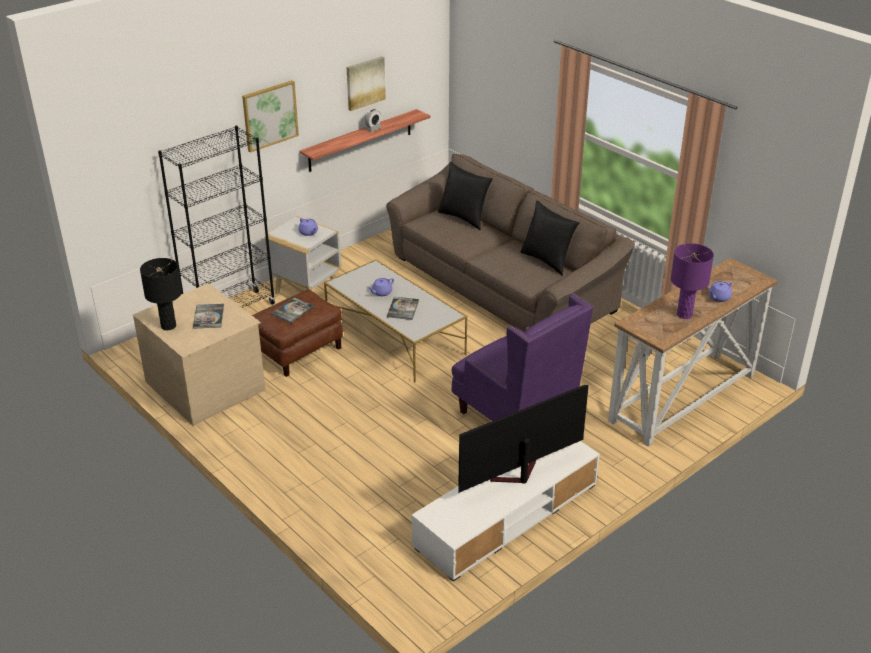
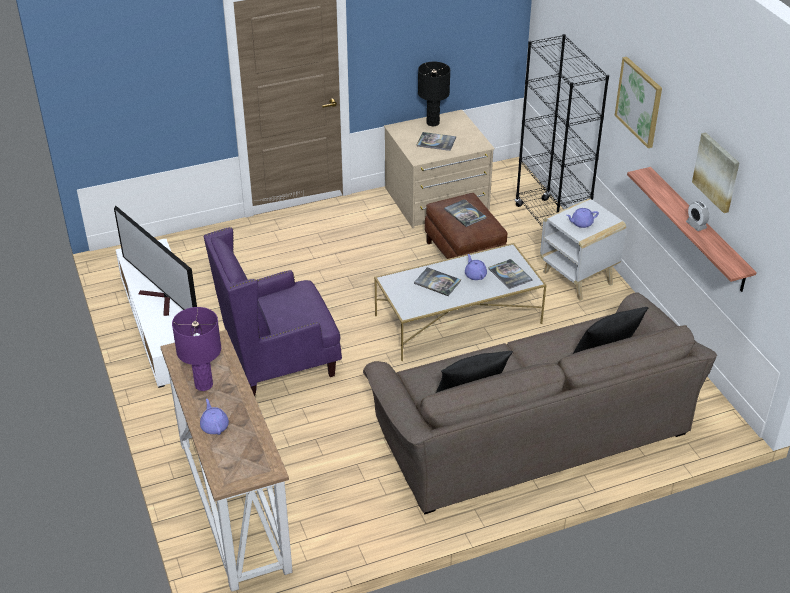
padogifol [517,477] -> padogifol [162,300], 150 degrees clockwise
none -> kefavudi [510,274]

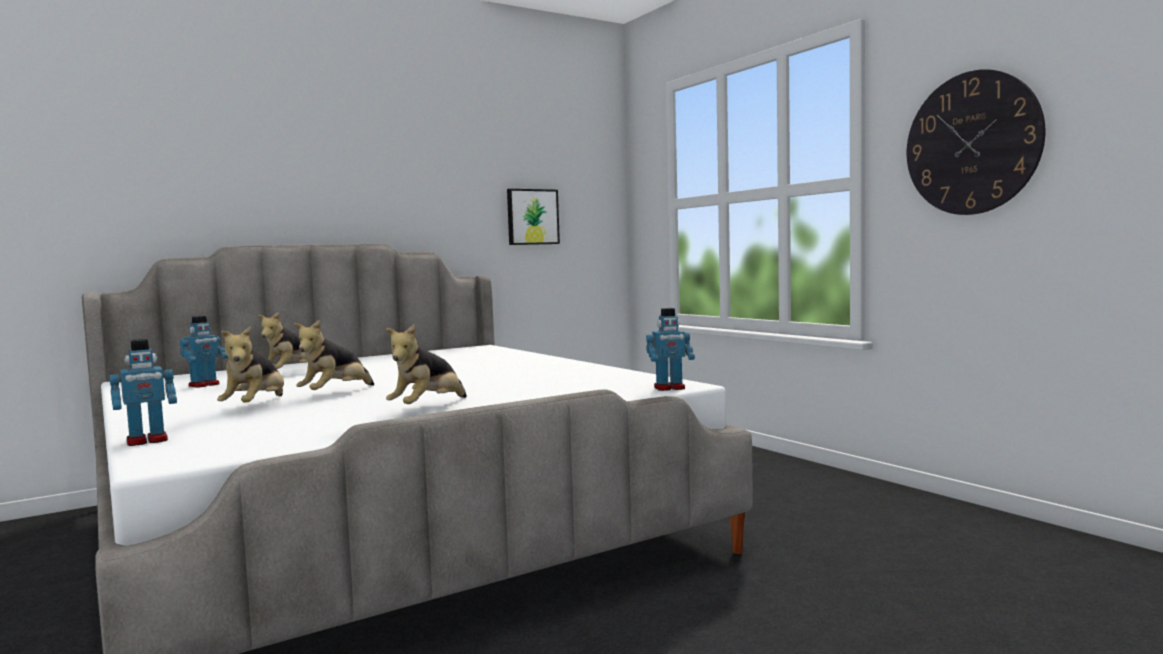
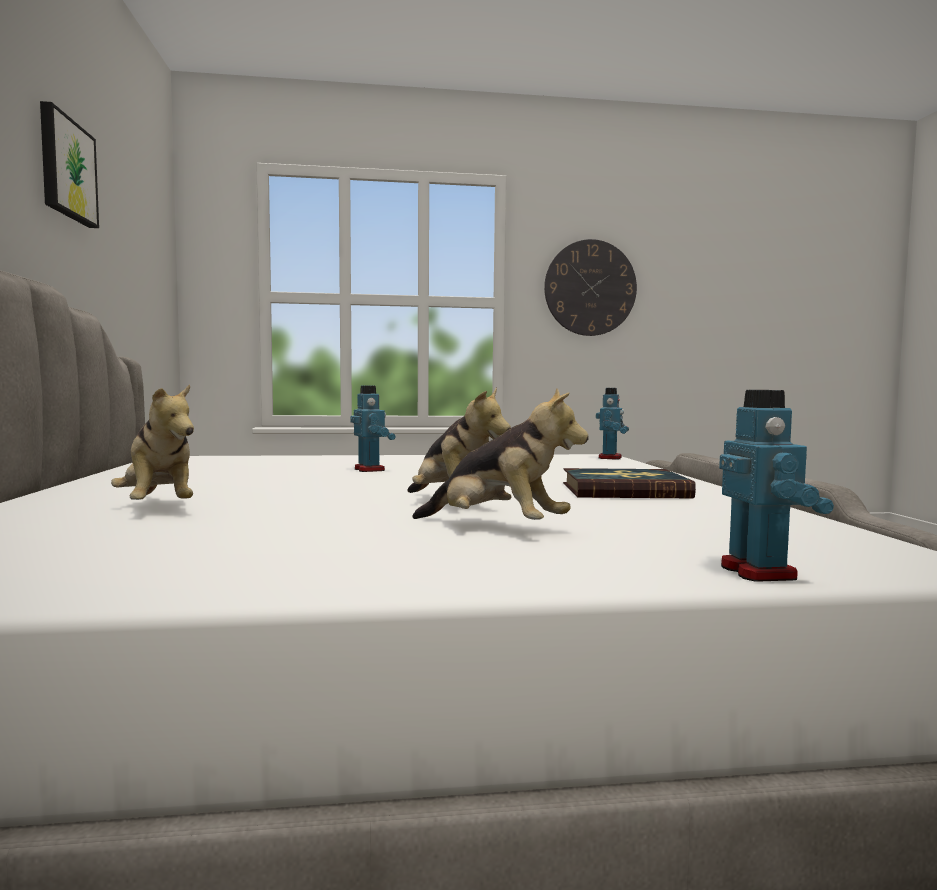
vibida [532,217] -> vibida [66,169], shifted
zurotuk [204,385] -> zurotuk [370,469], shifted
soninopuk [428,408] -> kefavudi [624,490]

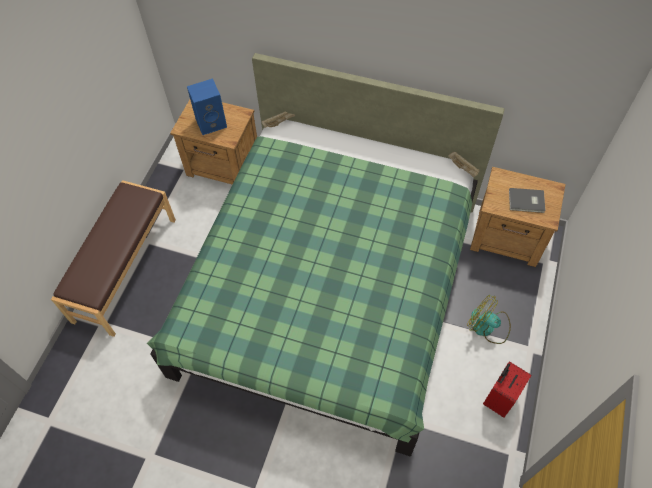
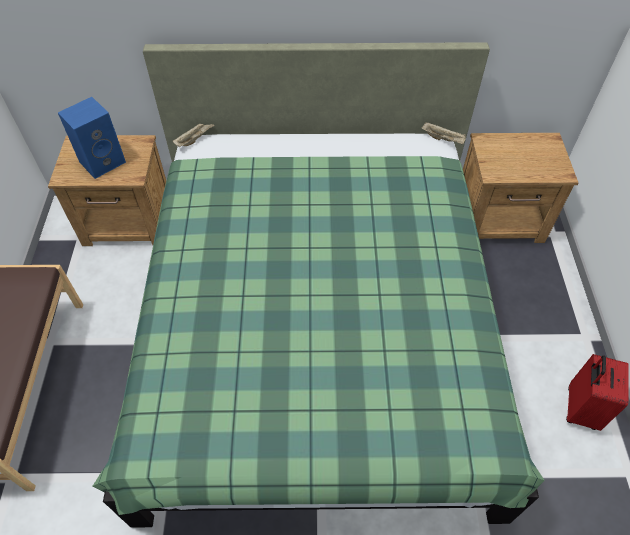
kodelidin [488,327] -> none
grey_kefavudi [527,202] -> none

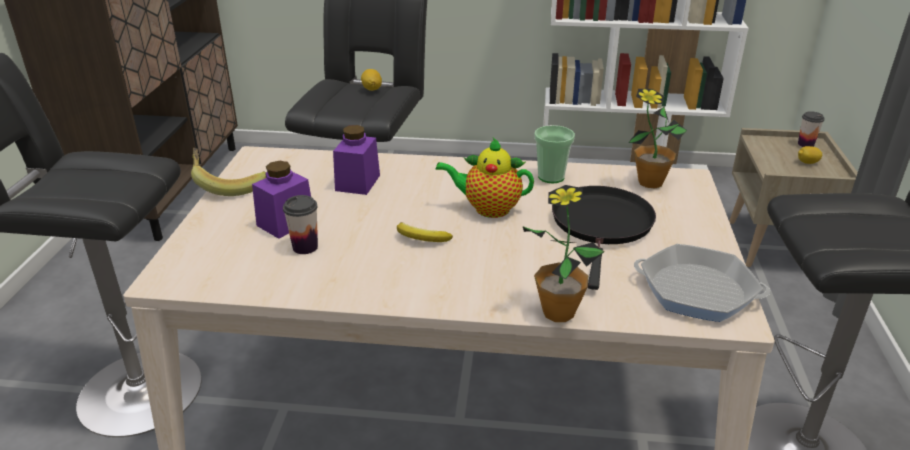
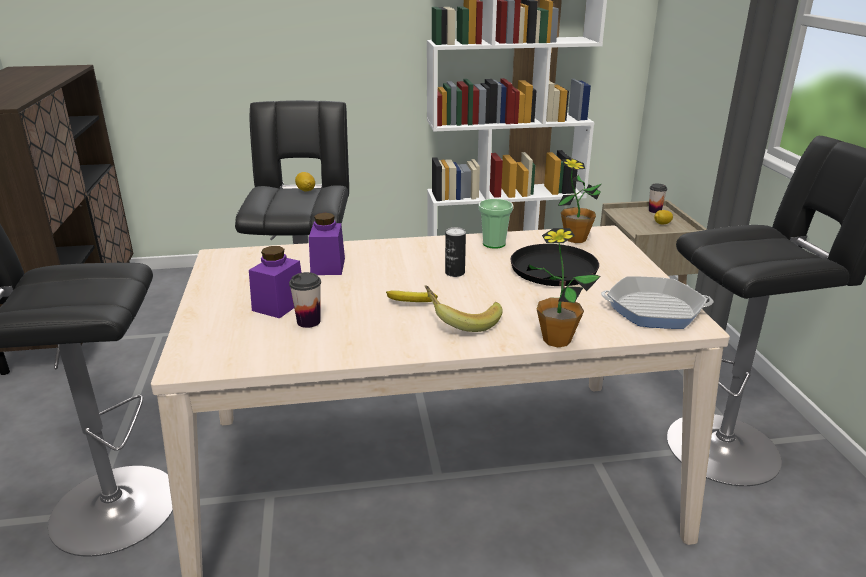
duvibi [228,185] -> duvibi [462,321], shifted
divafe [488,209] -> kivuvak [455,273]

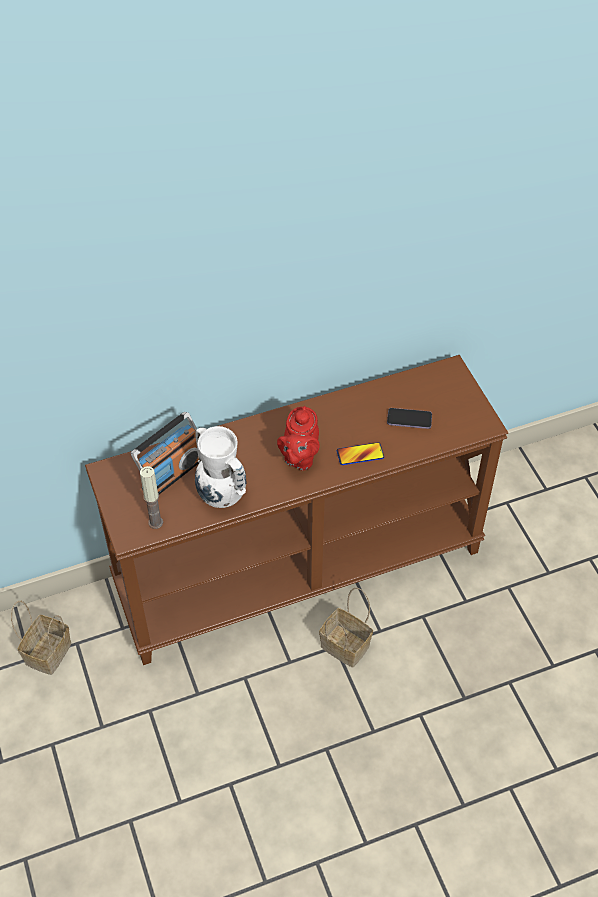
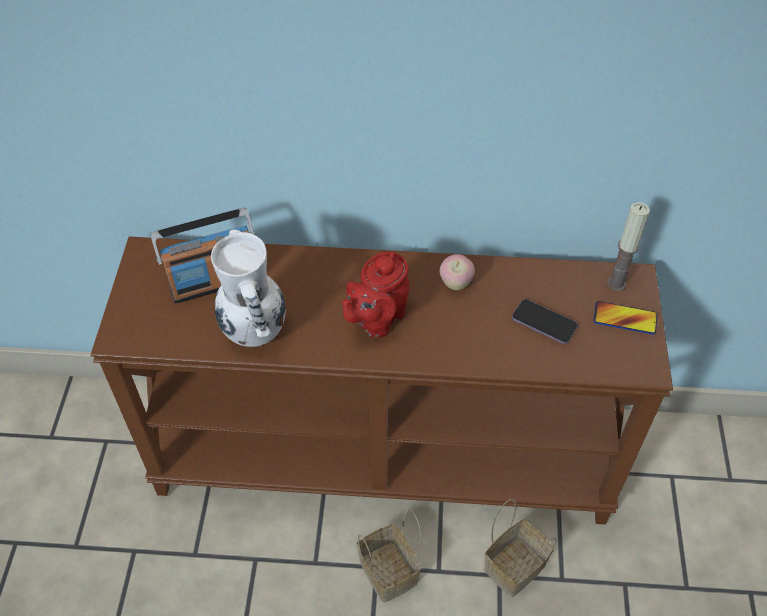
none -> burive [455,283]
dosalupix [48,651] -> dosalupix [515,564], shifted
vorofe [360,454] -> vorofe [625,319], shifted
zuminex [155,522] -> zuminex [616,283], shifted

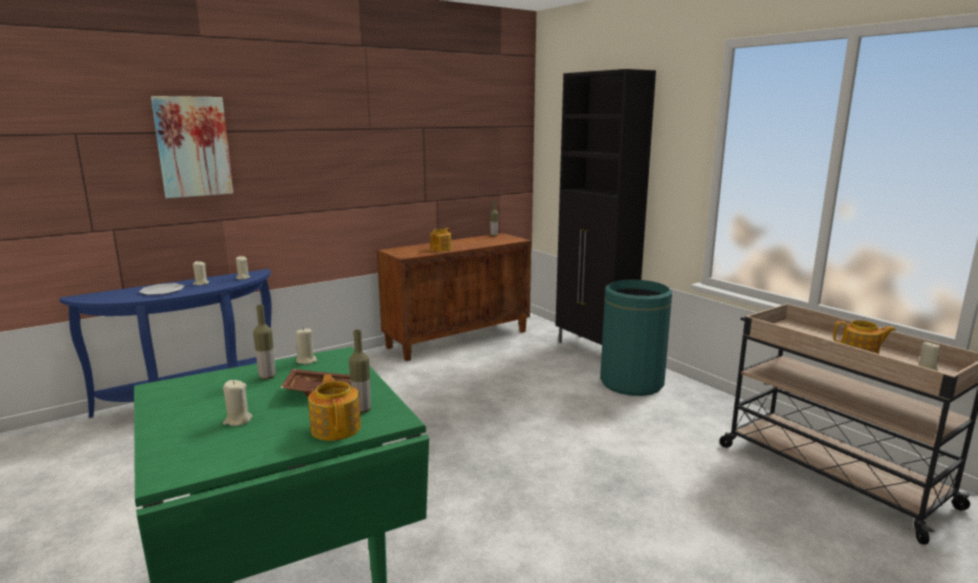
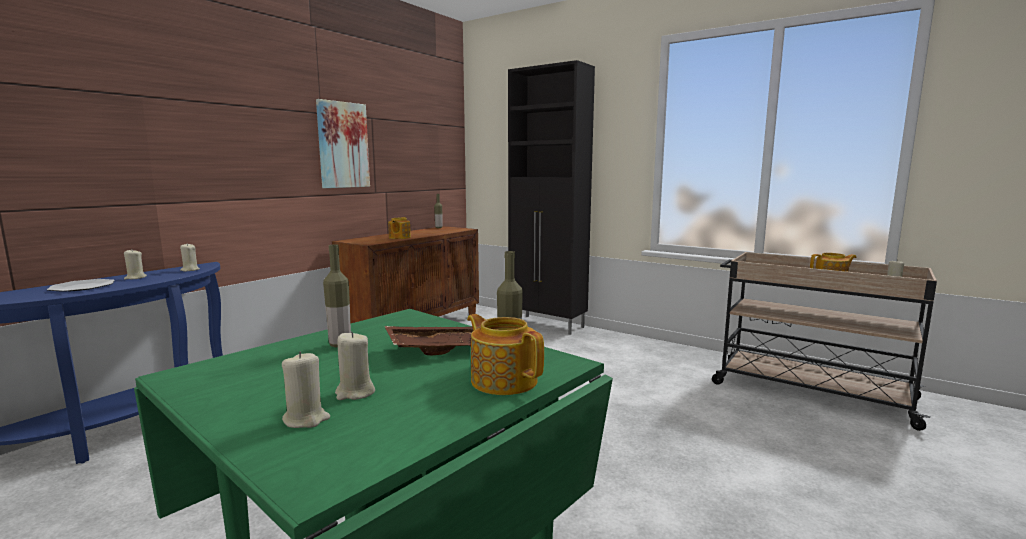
beige_zuminex [306,360] -> beige_zuminex [306,419], shifted
vibida [193,147] -> vibida [342,145], shifted
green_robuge [631,383] -> none

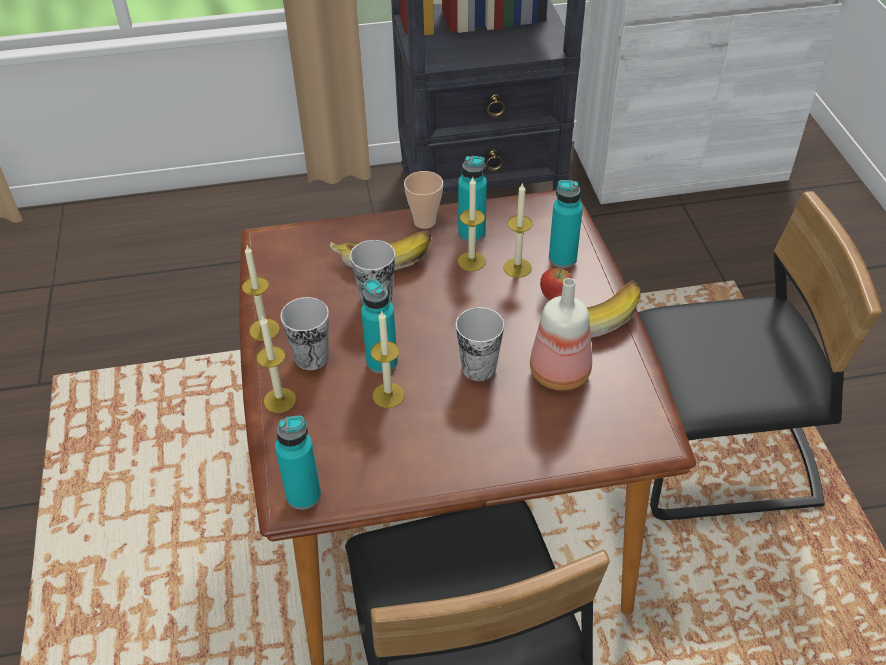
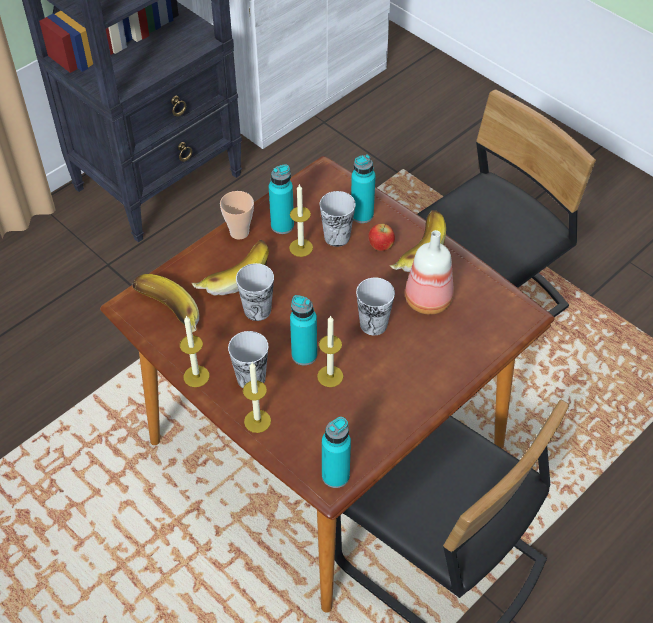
none -> duvibi [166,313]
zuminex [517,268] -> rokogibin [337,237]

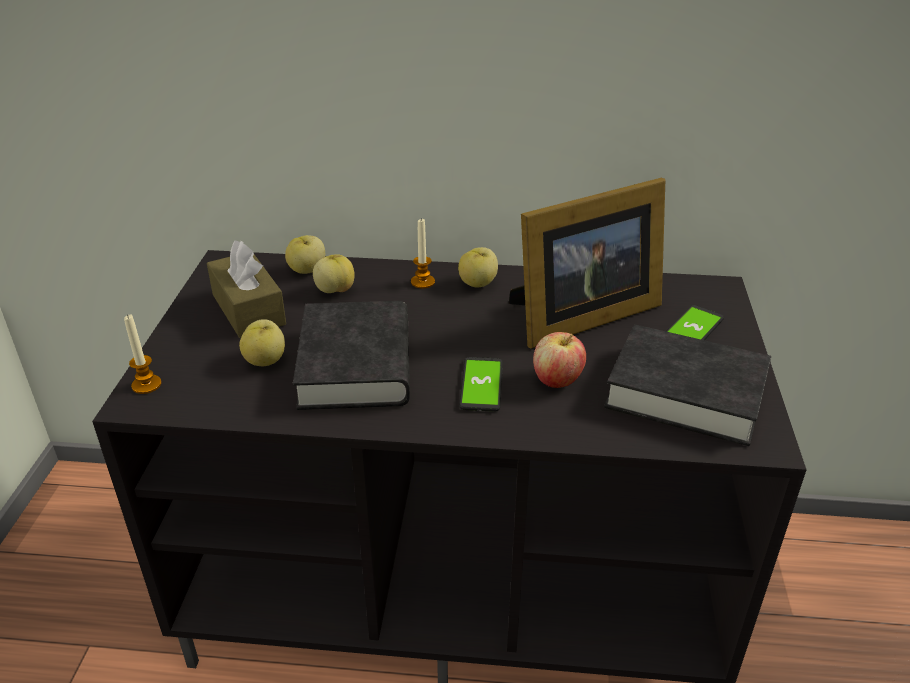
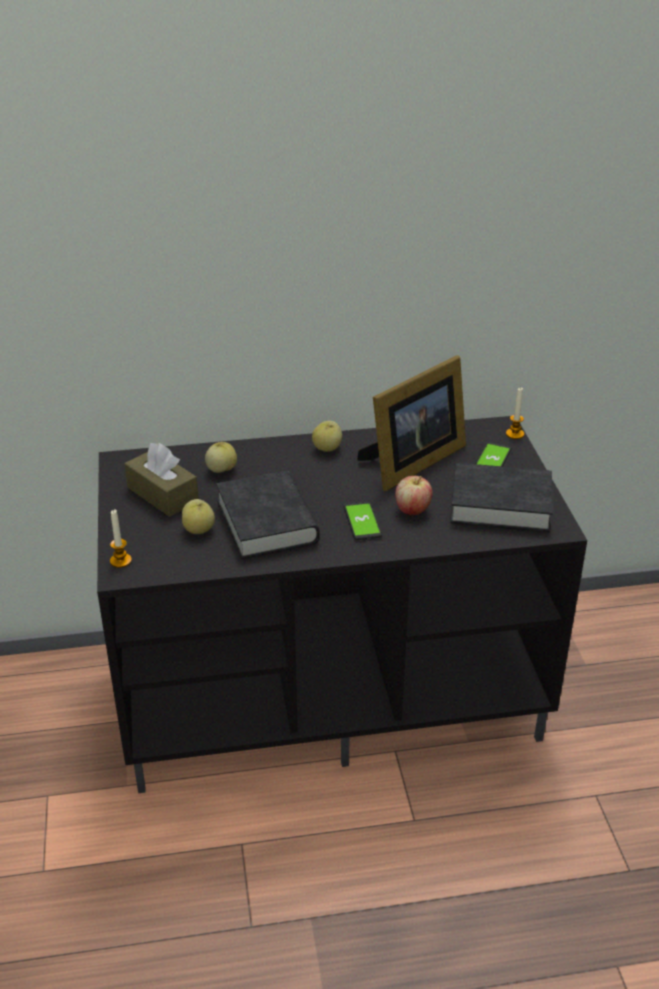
zuminex [422,282] -> zuminex [515,434], shifted
burive [307,270] -> none

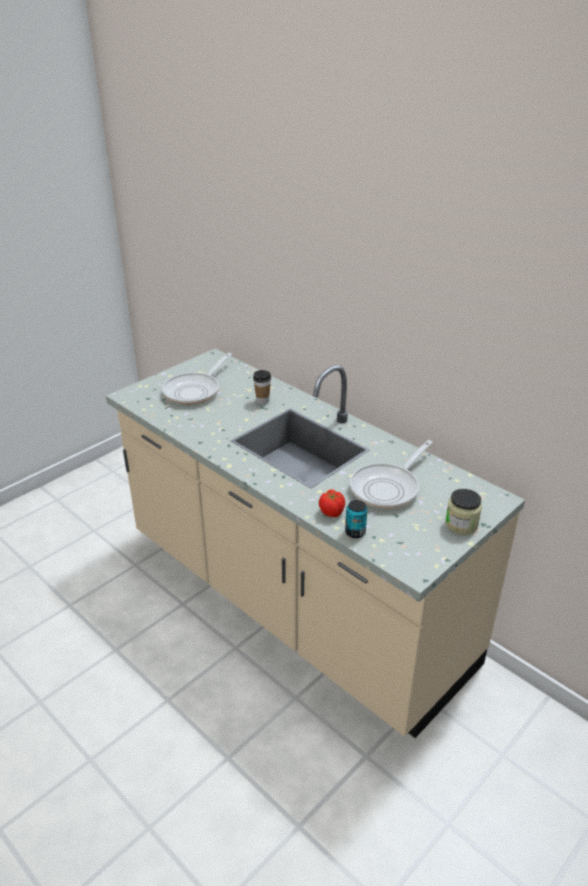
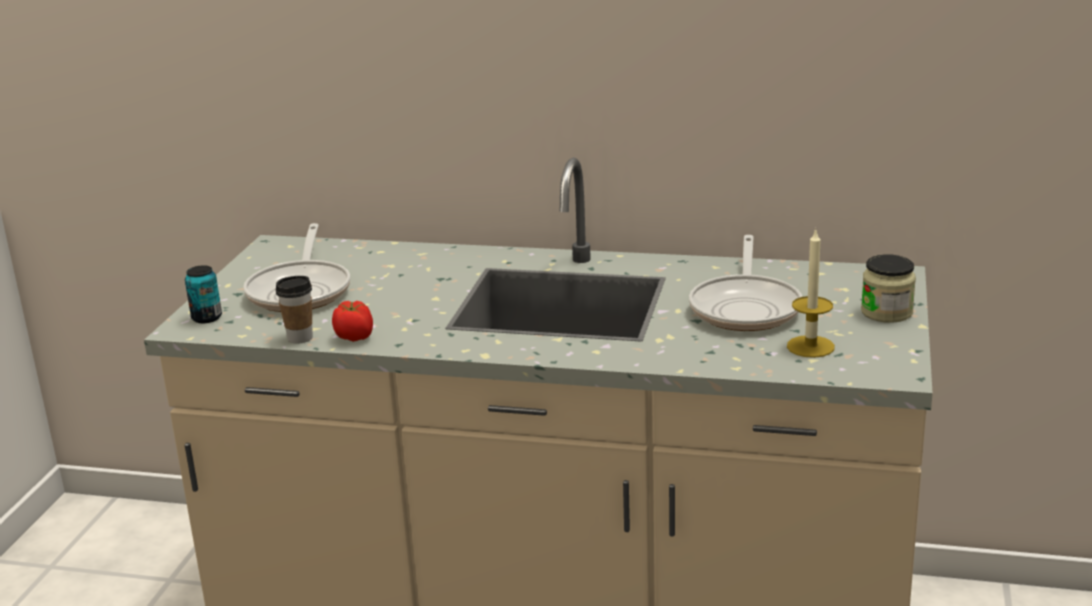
kivuvak [355,532] -> kivuvak [207,318], shifted
rokogibin [262,401] -> rokogibin [300,338], shifted
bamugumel [332,512] -> bamugumel [355,337], shifted
none -> zuminex [810,346]

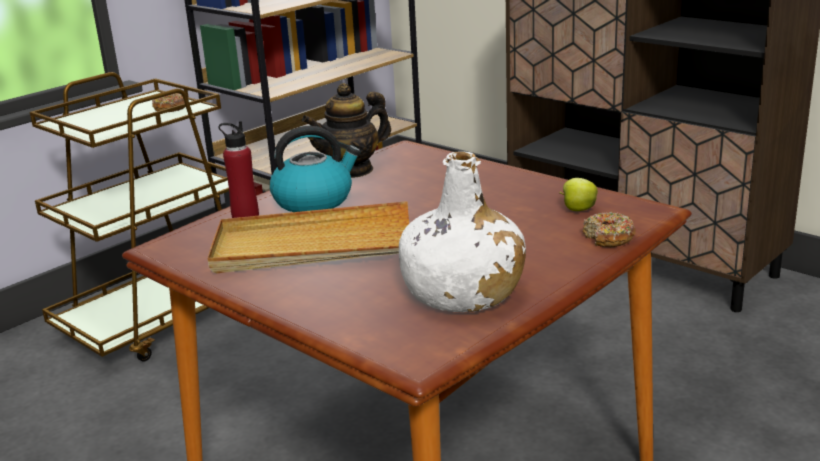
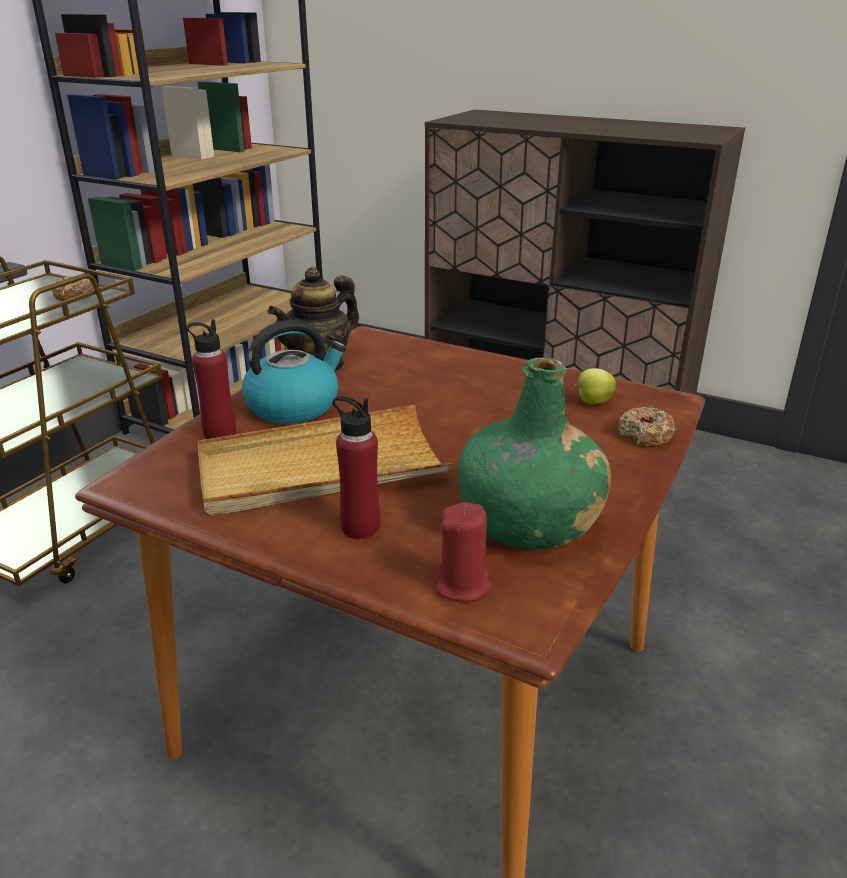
none -> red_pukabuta [360,528]
none -> red_zuminex [463,585]
white_pukabuta [462,293] -> green_pukabuta [529,521]

